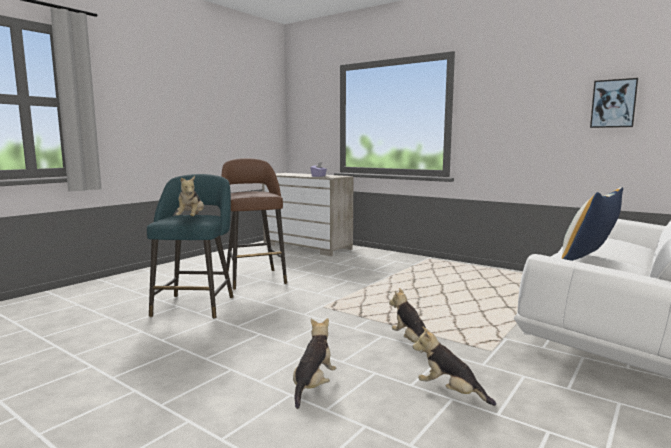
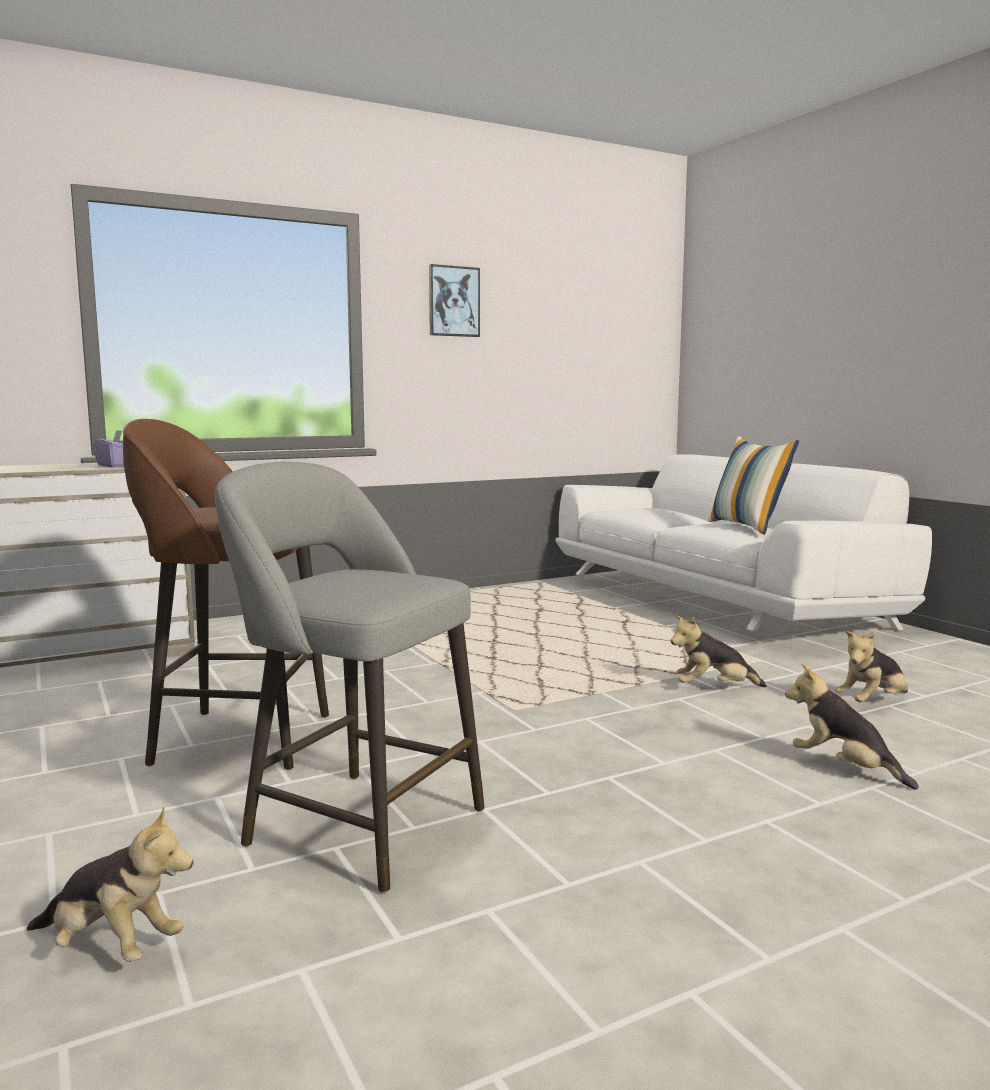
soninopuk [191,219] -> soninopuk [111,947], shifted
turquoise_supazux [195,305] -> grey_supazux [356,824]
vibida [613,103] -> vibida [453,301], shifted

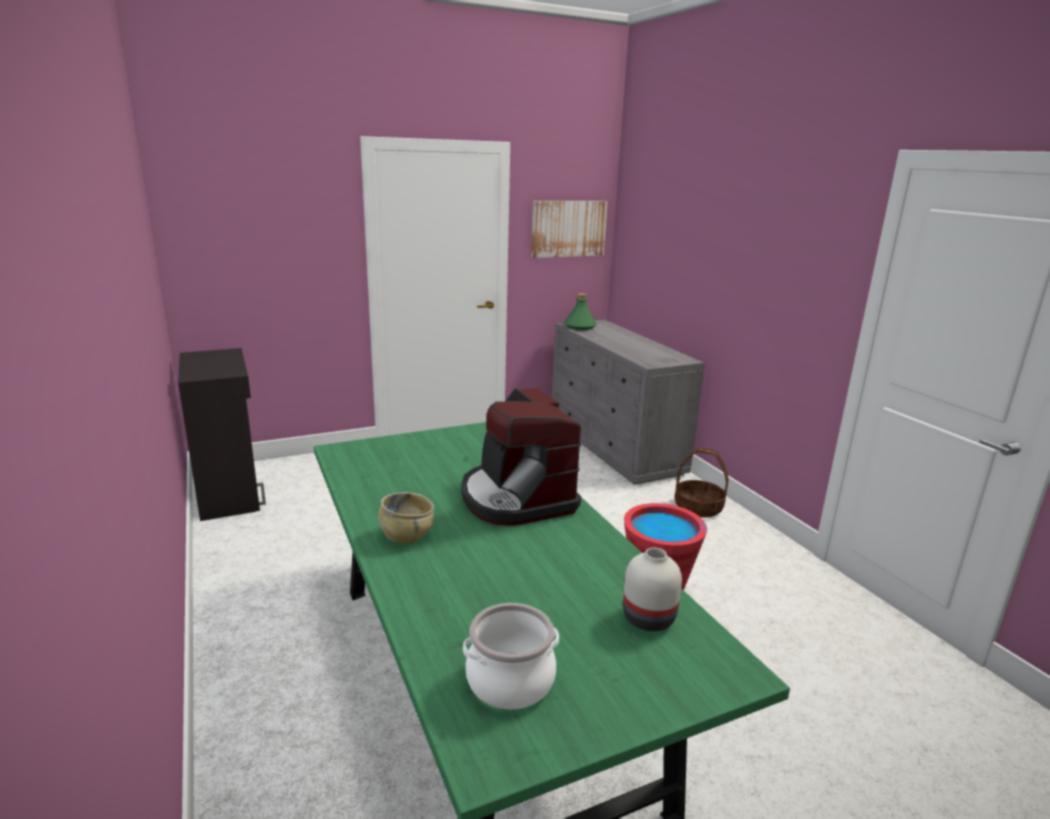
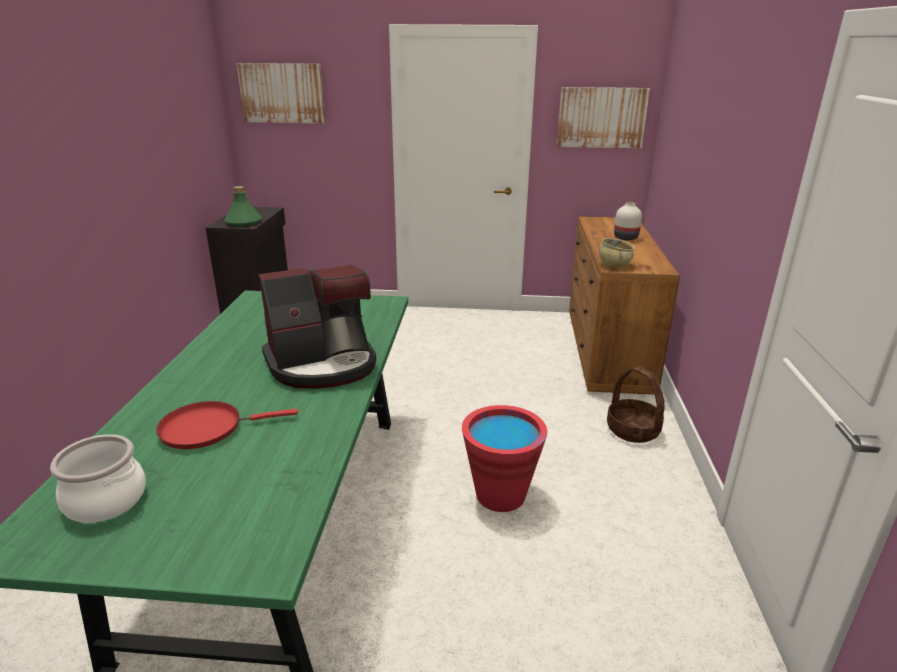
none -> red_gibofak [207,428]
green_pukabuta [580,326] -> green_pukabuta [243,222], shifted
none -> vibida [282,93]
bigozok [516,498] -> bigozok [323,364], 120 degrees counterclockwise
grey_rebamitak [614,447] -> brown_rebamitak [607,351]
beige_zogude [406,536] -> beige_zogude [614,265], shifted
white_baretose [647,617] -> white_baretose [625,237], shifted

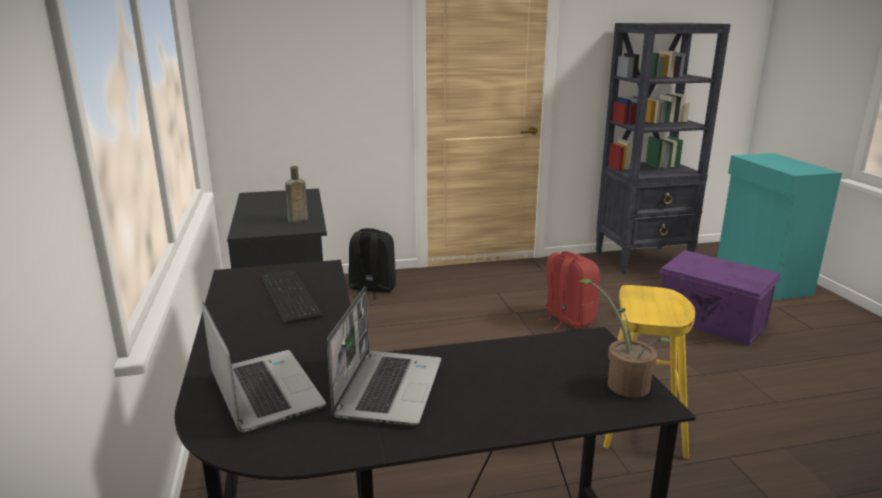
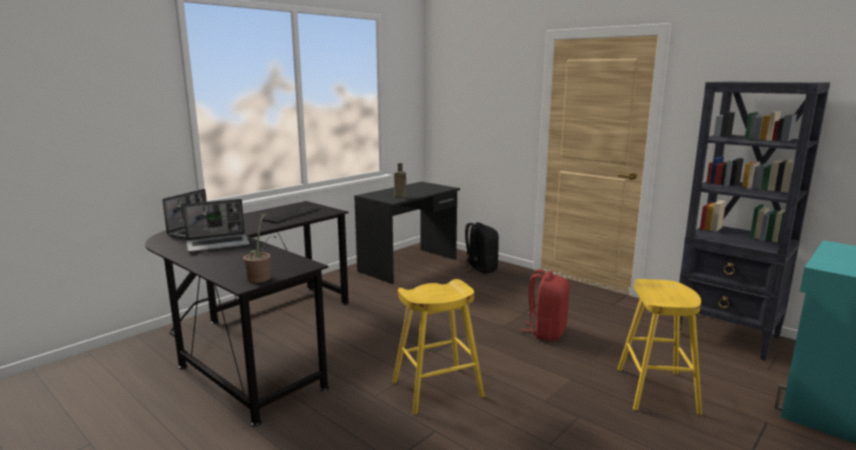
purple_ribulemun [711,321] -> yellow_supazux [656,390]

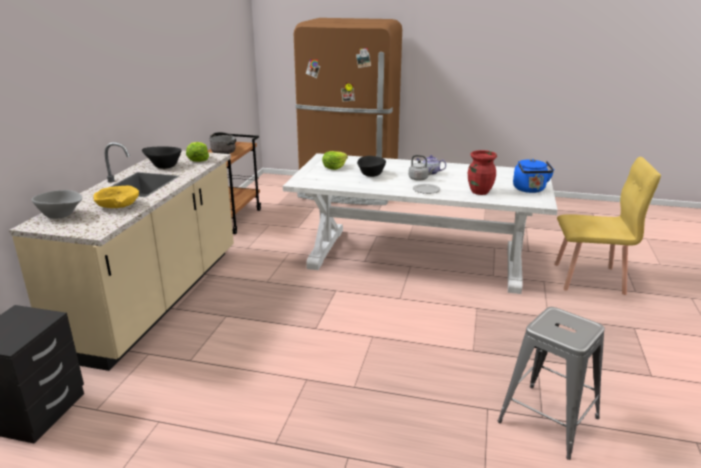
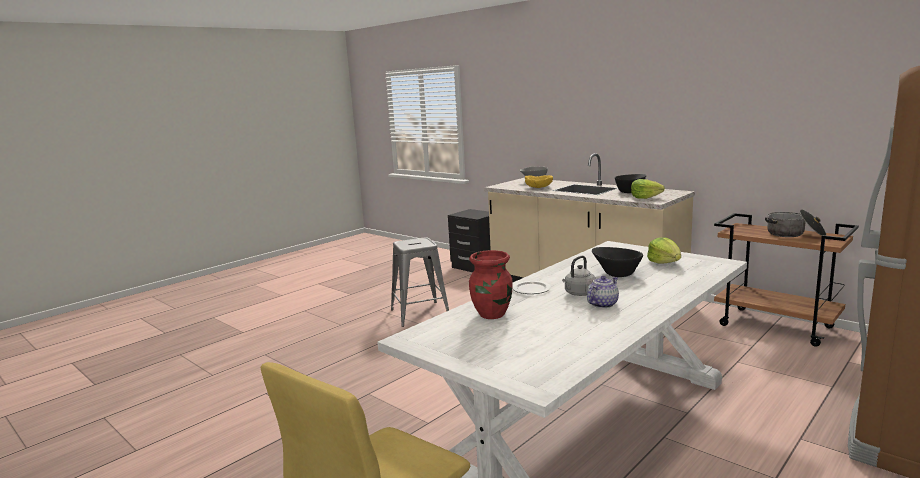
grey_supazux [549,420] -> grey_supazux [419,314], shifted
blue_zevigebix [530,190] -> none

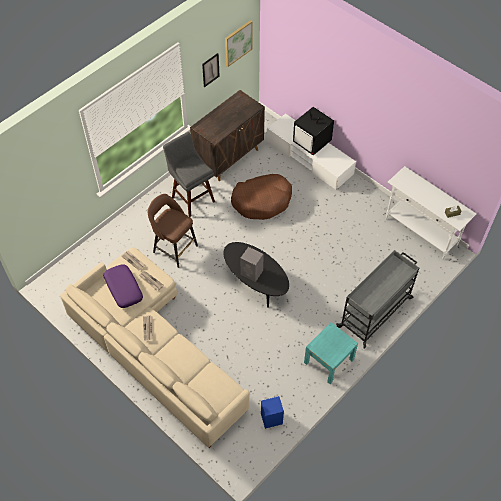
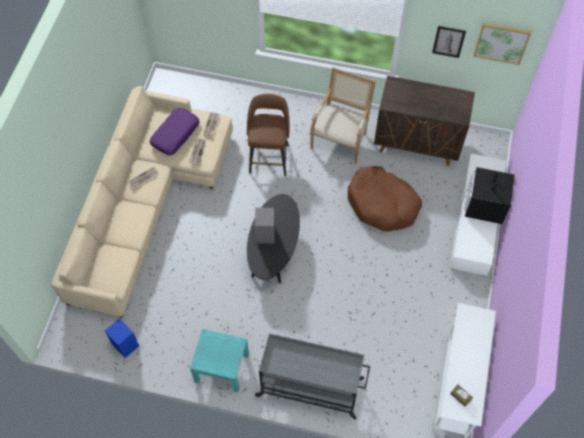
grey_supazux [192,198] -> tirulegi [341,139]

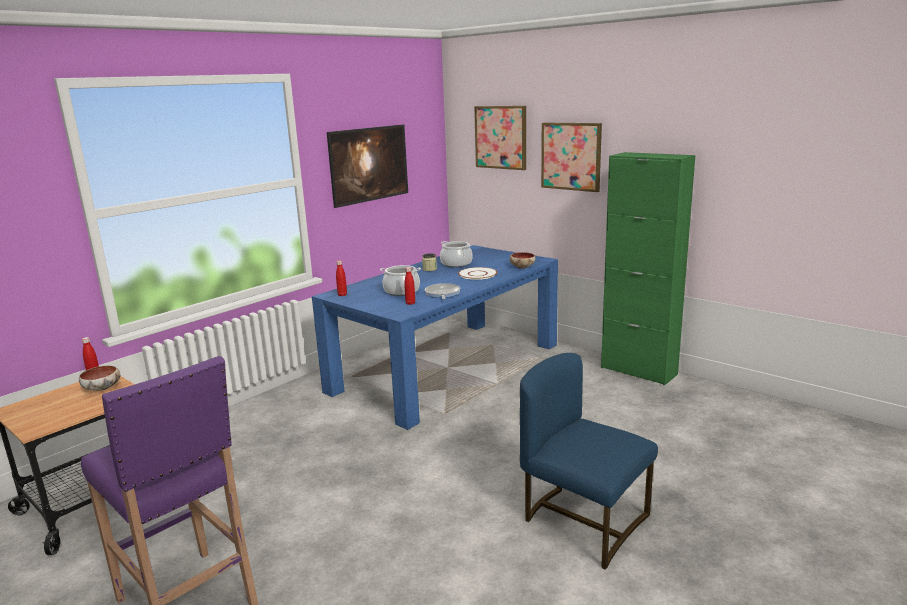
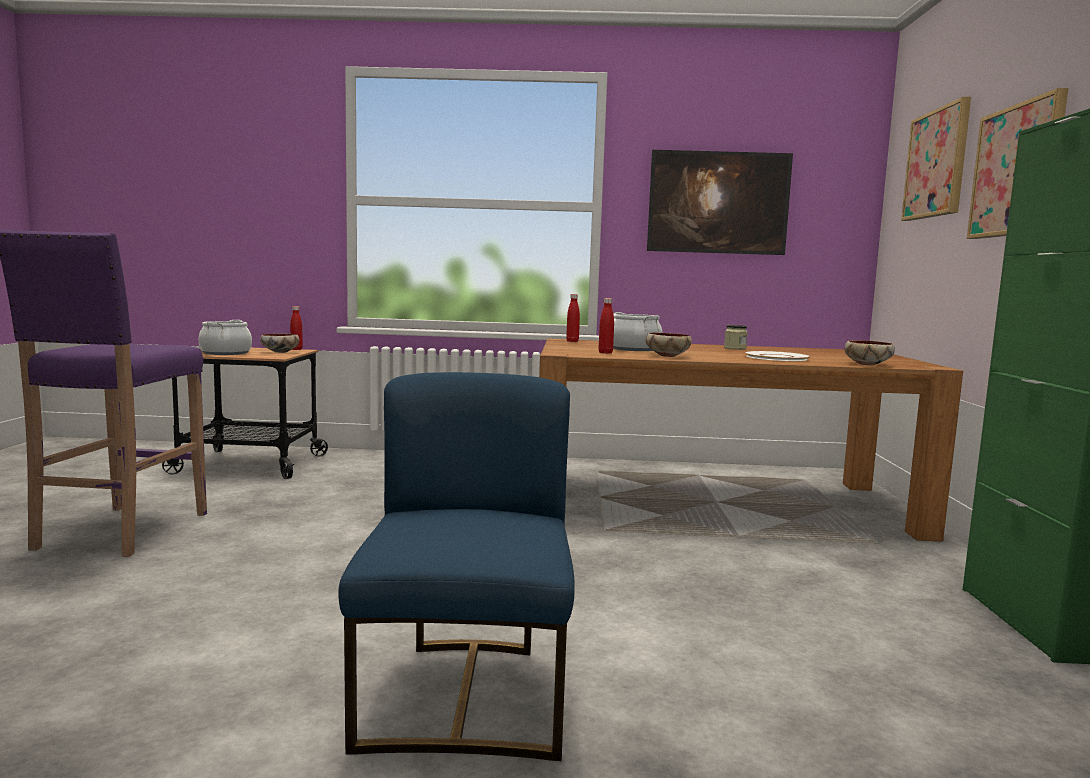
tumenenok [456,264] -> tumenenok [226,353], shifted
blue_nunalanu [447,367] -> brown_nunalanu [717,502]
gibofak [442,294] -> zogude [666,356]

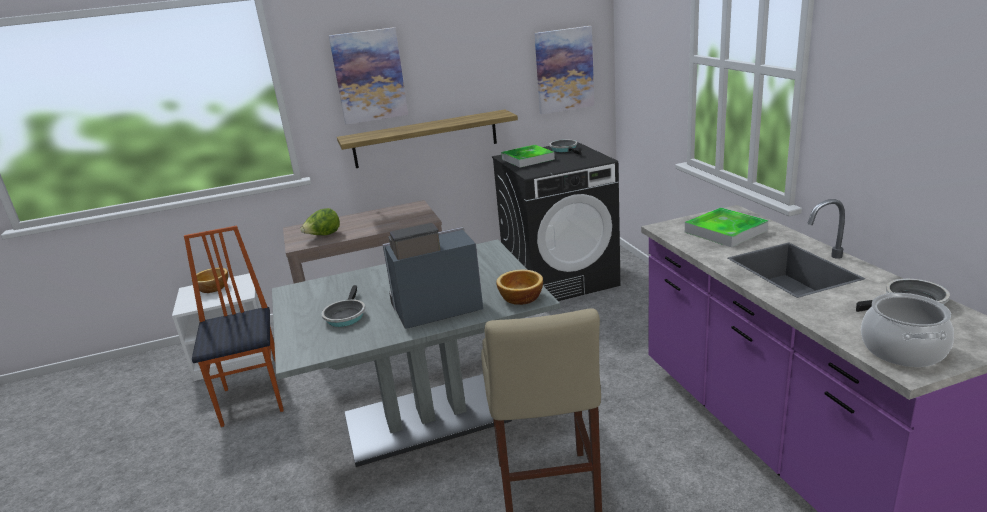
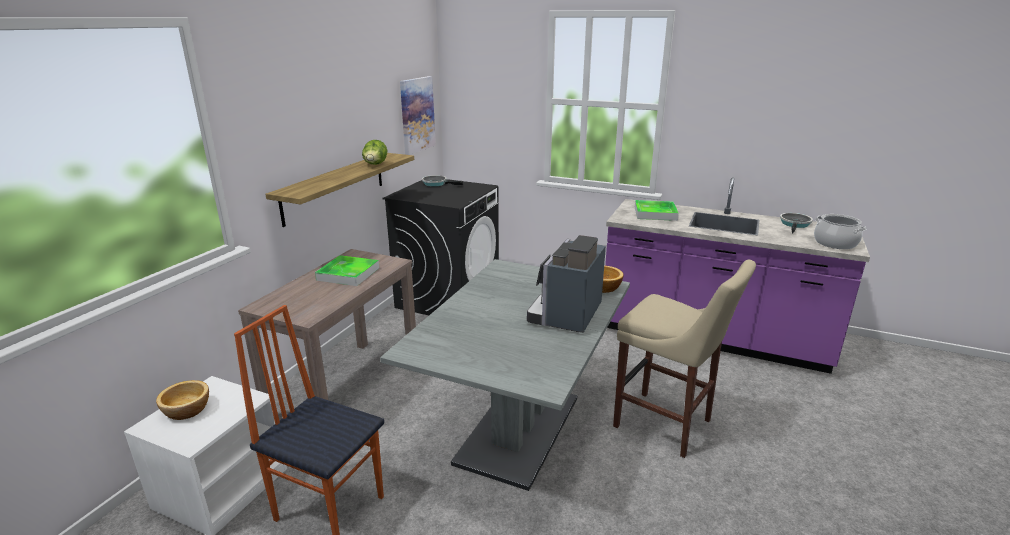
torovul [527,159] -> torovul [348,274], shifted
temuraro [323,235] -> temuraro [375,165], shifted
gibofak [345,316] -> none
vibida [369,76] -> none

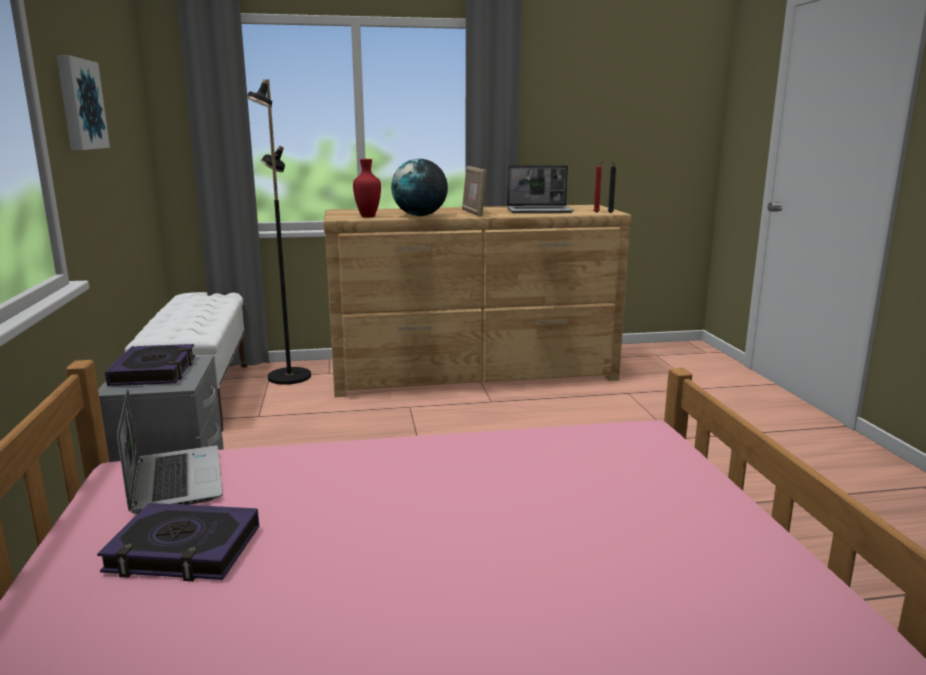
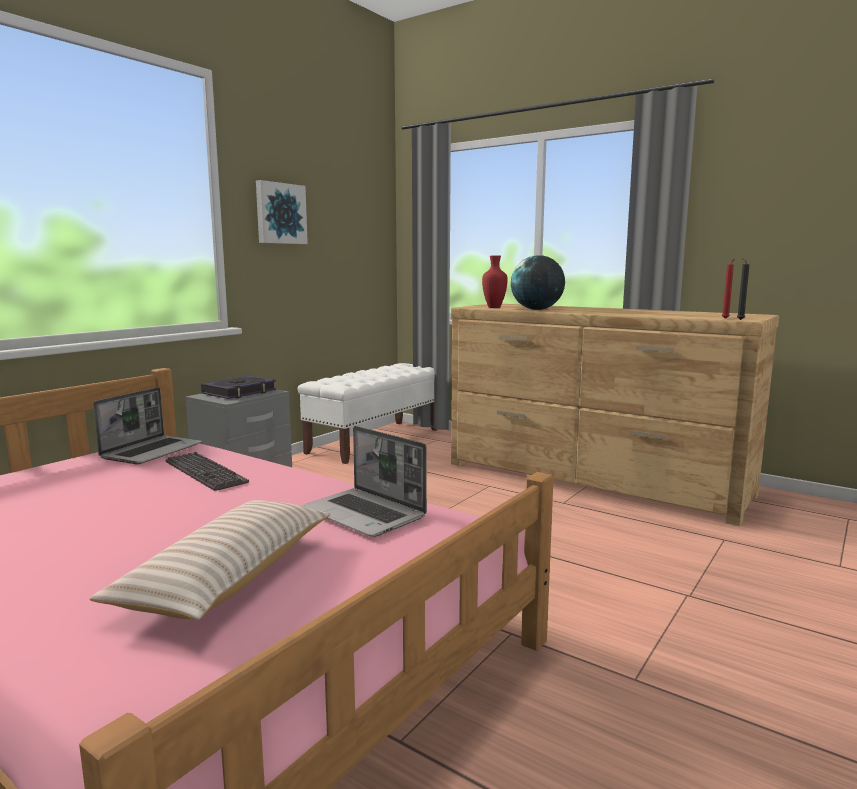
none -> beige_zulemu [228,576]
none -> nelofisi [205,472]
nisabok [540,211] -> nisabok [365,514], shifted
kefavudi [184,550] -> none
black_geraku [288,377] -> none
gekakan [473,213] -> none

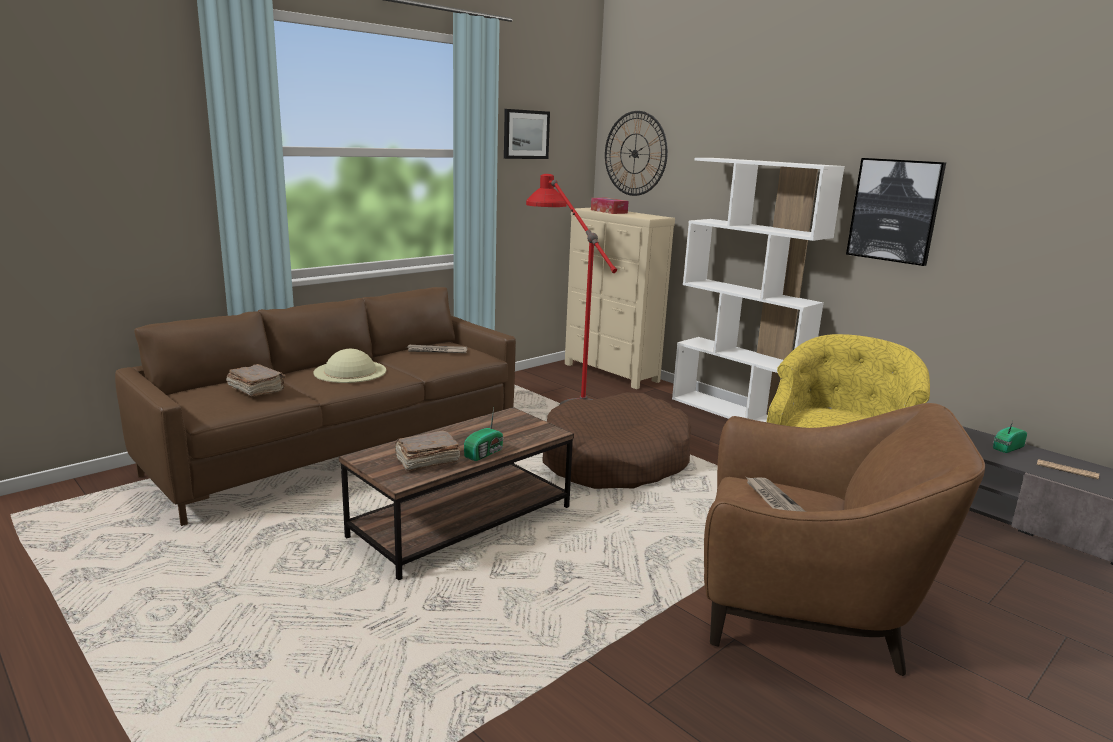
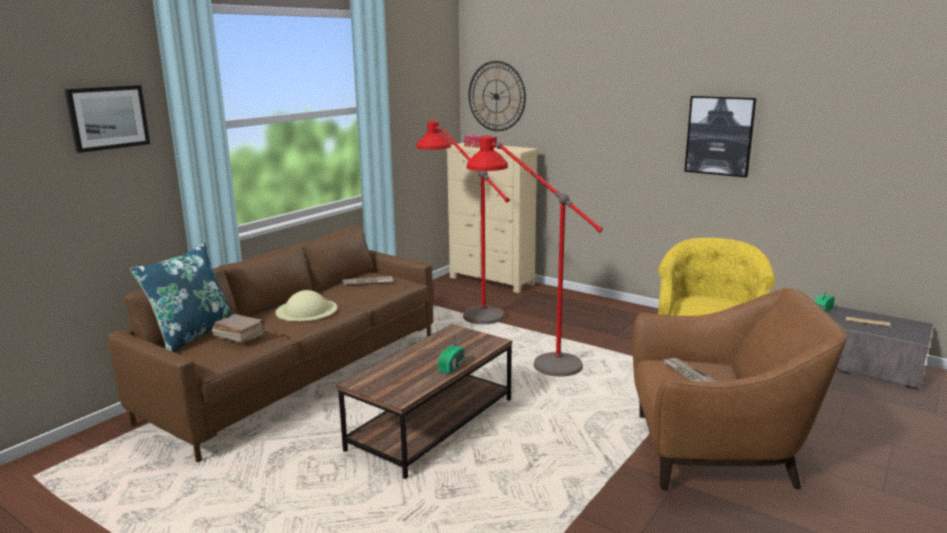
vibida [525,134] -> vibida [108,117], shifted
none -> blue_zulemu [193,335]
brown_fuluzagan [614,461] -> red_geraku [528,357]
brown_kefavudi [426,461] -> none
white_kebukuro [736,413] -> none

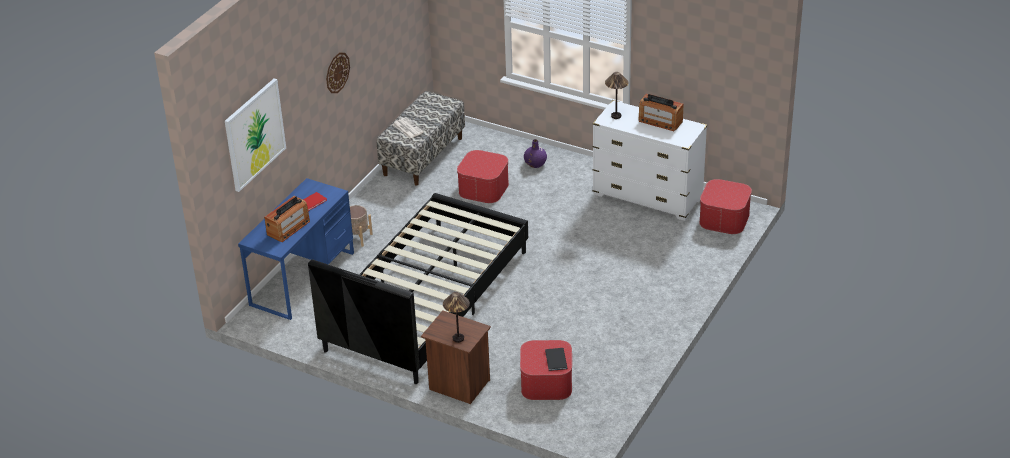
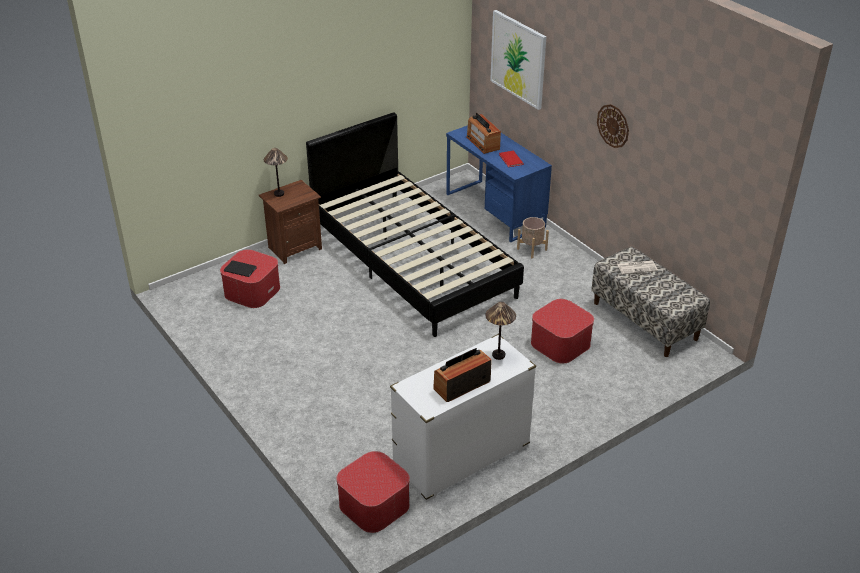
purple_baretose [535,164] -> none

